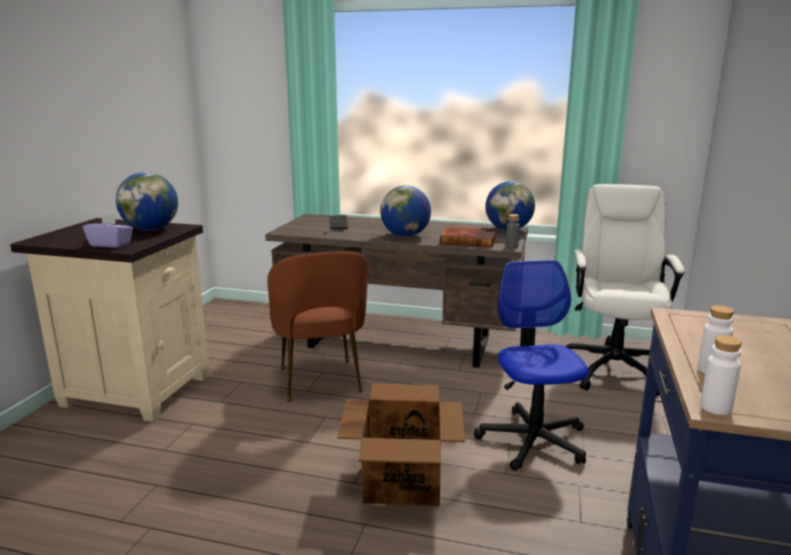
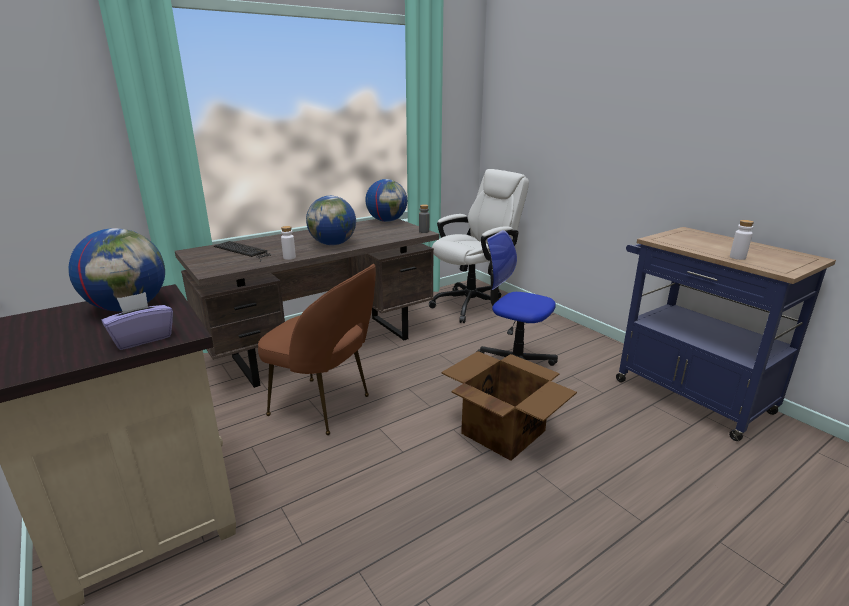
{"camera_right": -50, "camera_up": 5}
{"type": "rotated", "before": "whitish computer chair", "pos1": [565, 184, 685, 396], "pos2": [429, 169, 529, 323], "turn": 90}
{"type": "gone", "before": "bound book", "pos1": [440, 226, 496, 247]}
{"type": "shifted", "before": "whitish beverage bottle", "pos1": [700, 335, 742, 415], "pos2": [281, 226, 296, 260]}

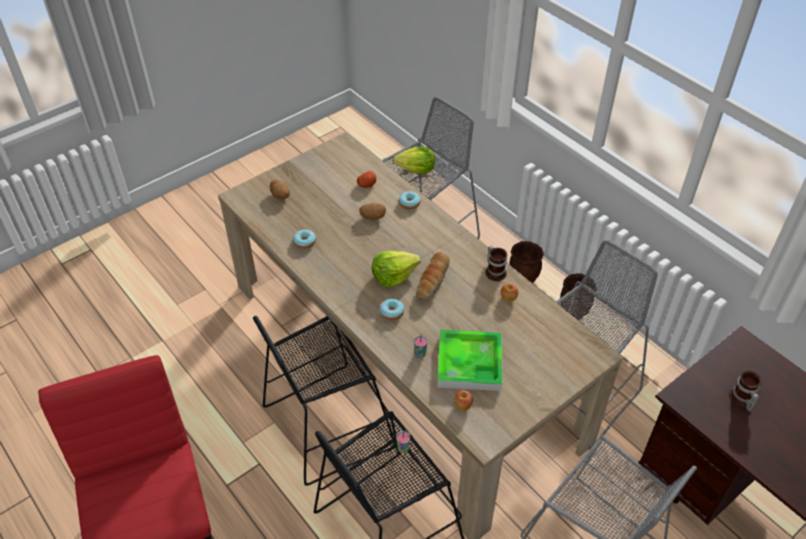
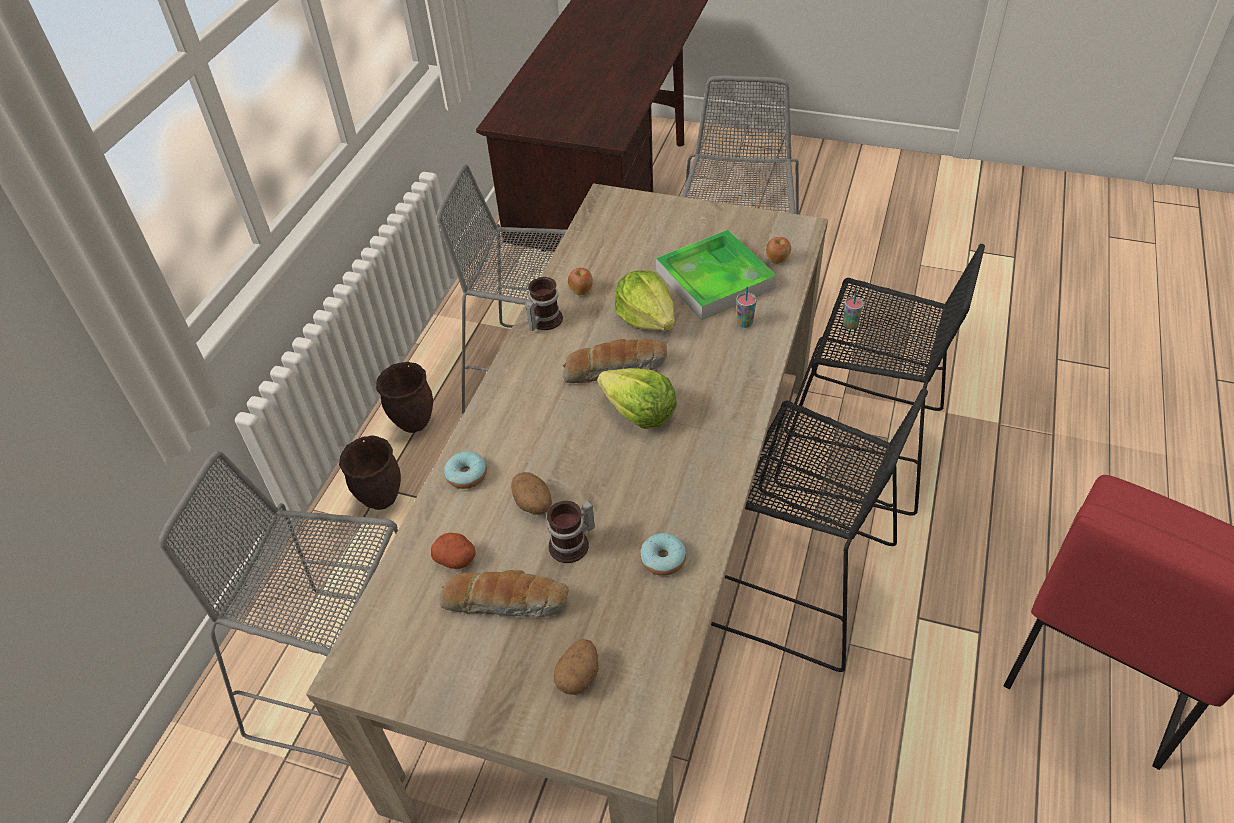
{"camera_right": -120, "camera_up": 0}
{"type": "shifted", "before": "lettuce", "pos1": [393, 146, 435, 174], "pos2": [615, 270, 675, 331]}
{"type": "gone", "before": "donut", "pos1": [380, 298, 404, 320]}
{"type": "shifted", "before": "coffee mug", "pos1": [729, 371, 762, 411], "pos2": [547, 501, 595, 563]}
{"type": "new", "after": "bakery bread", "pos2": [439, 570, 569, 617]}

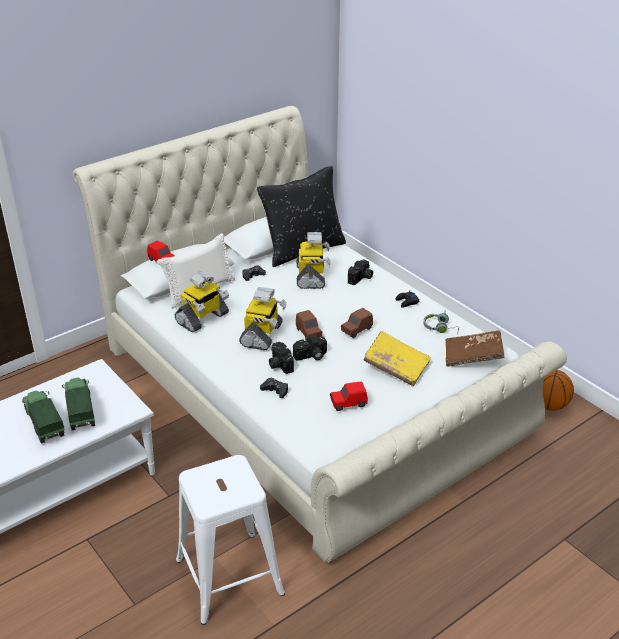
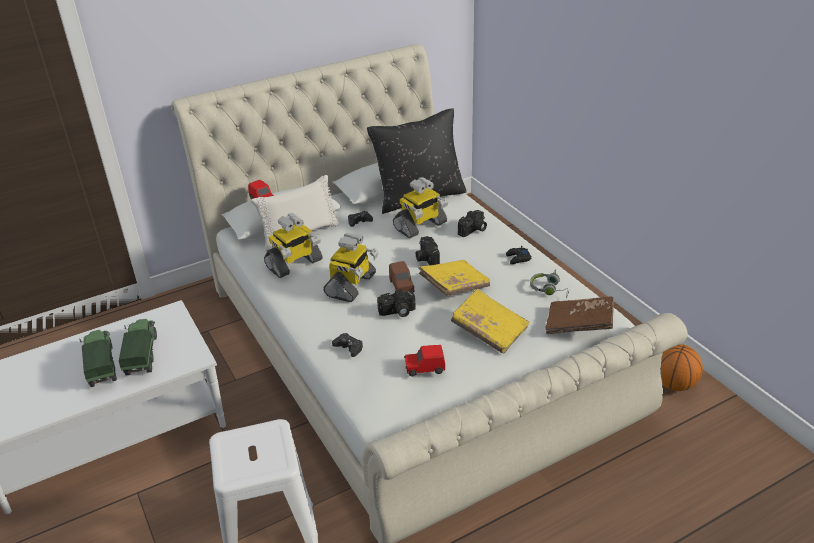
{"camera_right": 10, "camera_up": 0}
{"type": "rotated", "before": "robot figure", "pos1": [297, 232, 331, 289], "pos2": [393, 177, 448, 238], "turn": 45}
{"type": "swapped", "before": "brownish toy car", "after": "yellowish bound book", "pos1": [341, 308, 373, 338], "pos2": [419, 260, 490, 296]}
{"type": "shifted", "before": "photo camera", "pos1": [269, 342, 294, 374], "pos2": [416, 236, 440, 265]}

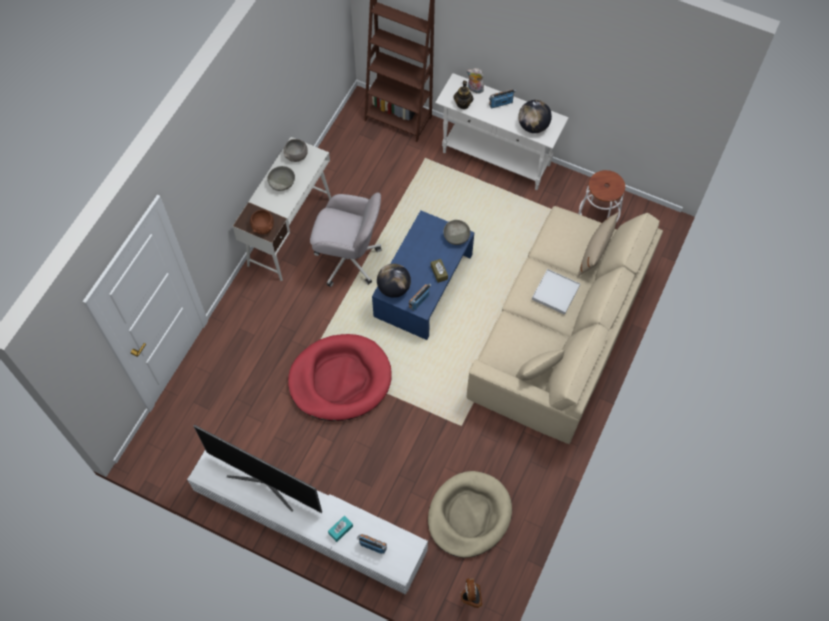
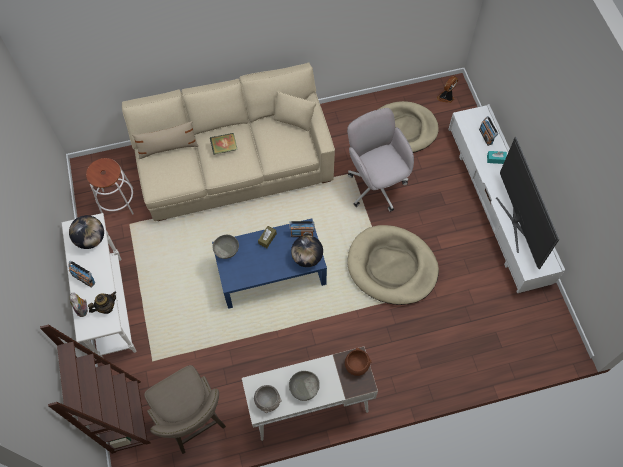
{"camera_right": -130, "camera_up": 0}
{"type": "shifted", "before": "grey computer chair", "pos1": [310, 192, 382, 287], "pos2": [347, 108, 414, 212]}
{"type": "swapped", "before": "whitish carrying tray", "after": "bound book", "pos1": [532, 269, 580, 315], "pos2": [210, 133, 237, 155]}
{"type": "repainted", "before": "reddish pet bed", "after": "beige-coloured pet bed", "pos1": [288, 334, 392, 421], "pos2": [347, 225, 439, 305]}
{"type": "new", "after": "beige-coloured stool seat", "pos2": [144, 365, 226, 454]}

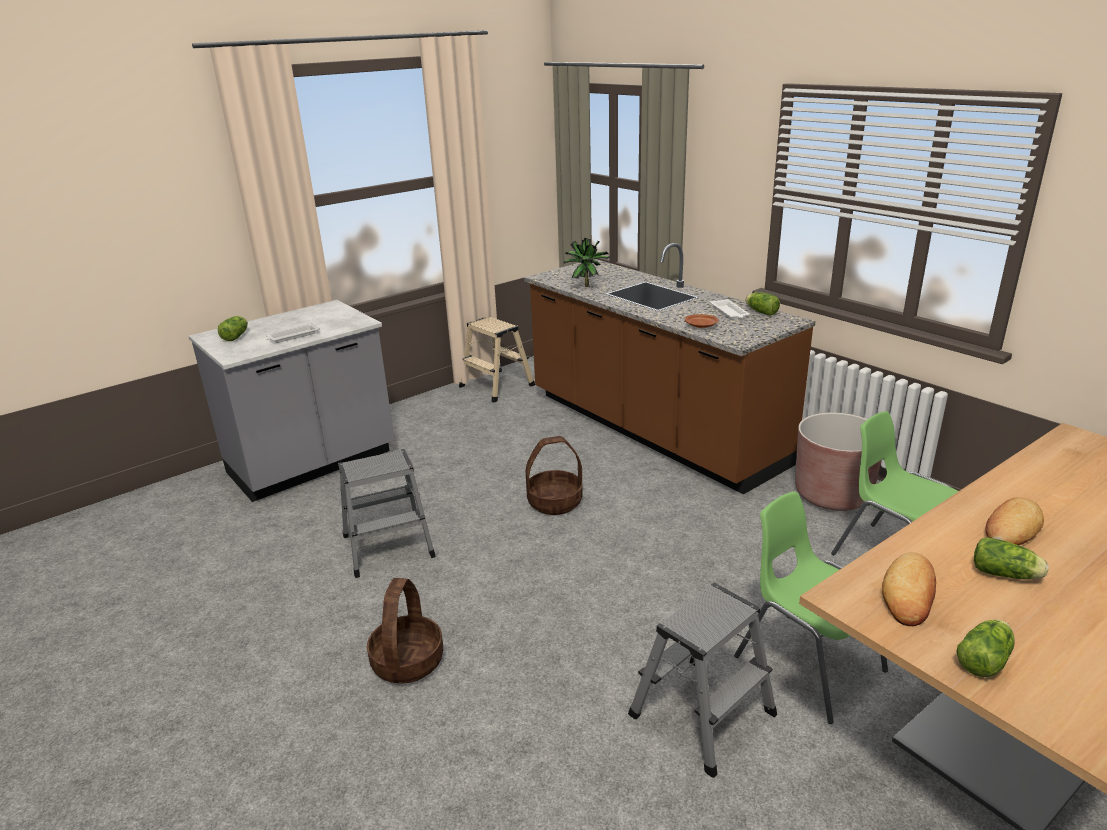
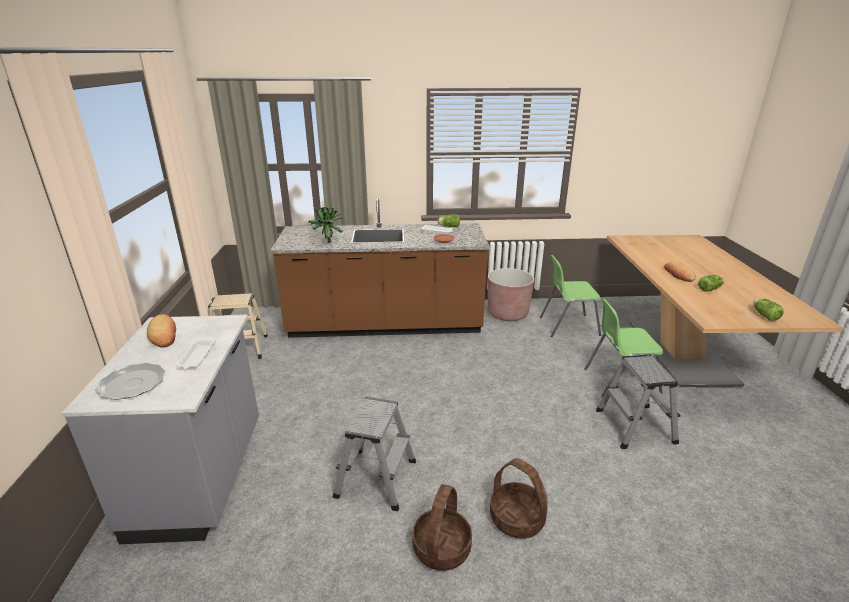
{"camera_right": -55, "camera_up": 0}
{"type": "swapped", "before": "lettuce", "after": "flat dish", "pos1": [218, 316, 248, 341], "pos2": [95, 363, 166, 400]}
{"type": "shifted", "before": "storage basket", "pos1": [525, 436, 582, 515], "pos2": [412, 484, 472, 571]}
{"type": "shifted", "before": "bakery bread", "pos1": [882, 552, 936, 626], "pos2": [147, 314, 176, 348]}

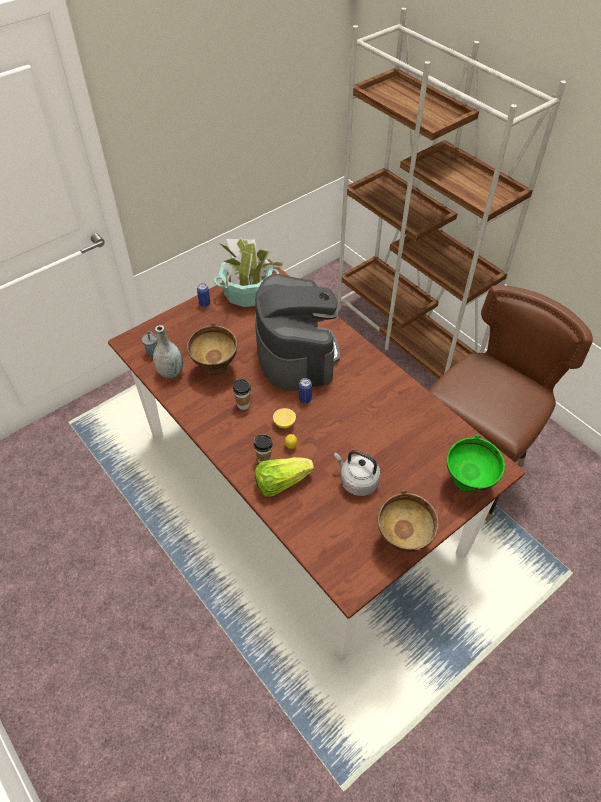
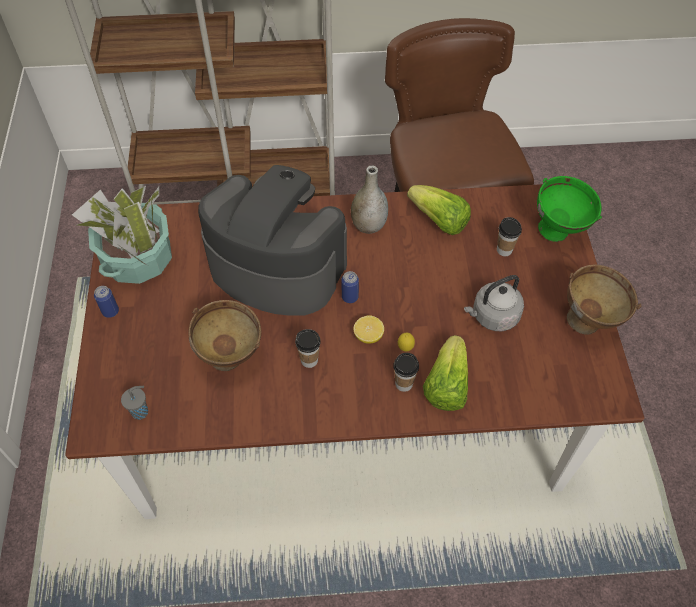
{"camera_right": -55, "camera_up": 5}
{"type": "shifted", "before": "grey decorative vase", "pos1": [153, 325, 183, 379], "pos2": [351, 166, 388, 234]}
{"type": "new", "after": "lettuce", "pos2": [407, 185, 471, 235]}
{"type": "new", "after": "cup", "pos2": [497, 217, 522, 256]}

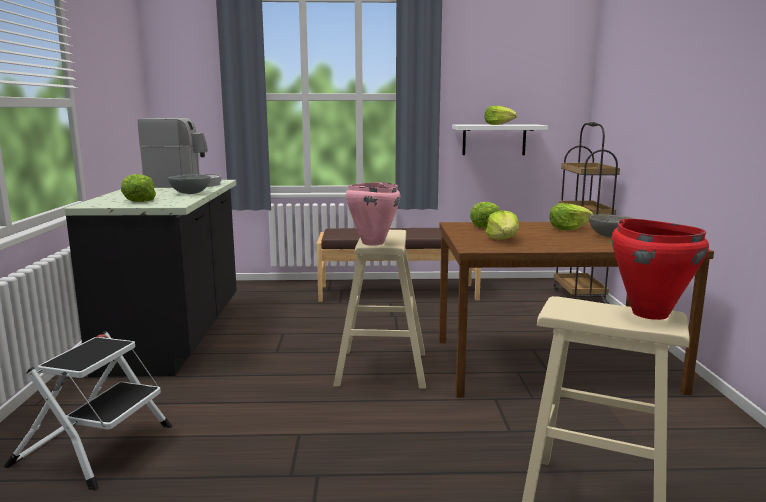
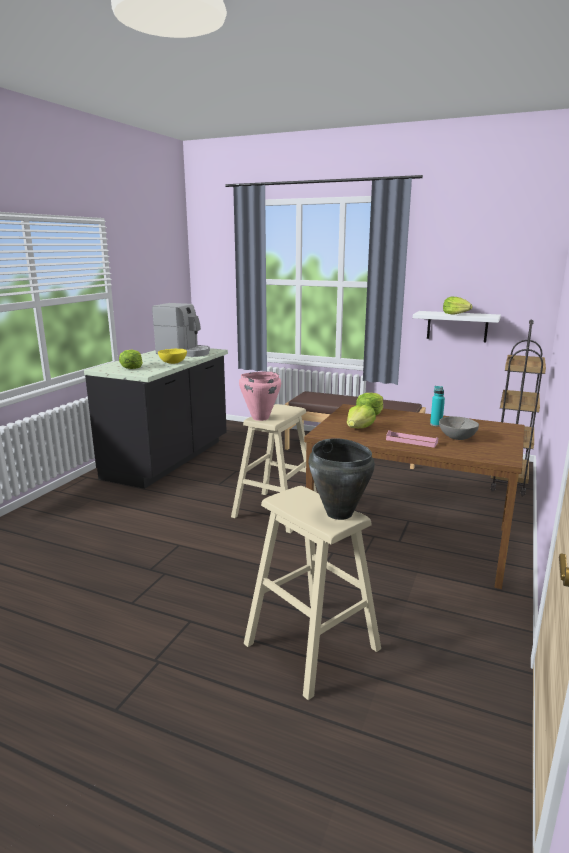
{"camera_right": 25, "camera_up": 5}
{"type": "repainted", "before": "grey bowl", "after": "yellowish bowl", "pos1": [168, 174, 210, 194], "pos2": [158, 349, 187, 364]}
{"type": "swapped", "before": "lettuce", "after": "turquoise beverage bottle", "pos1": [549, 203, 593, 230], "pos2": [430, 386, 445, 426]}
{"type": "repainted", "before": "reddish saucepot", "after": "black saucepot", "pos1": [612, 219, 709, 320], "pos2": [309, 438, 375, 520]}
{"type": "gone", "before": "stepladder", "pos1": [4, 331, 172, 491]}
{"type": "new", "after": "pink-coloured carrying tray", "pos2": [386, 430, 438, 448]}

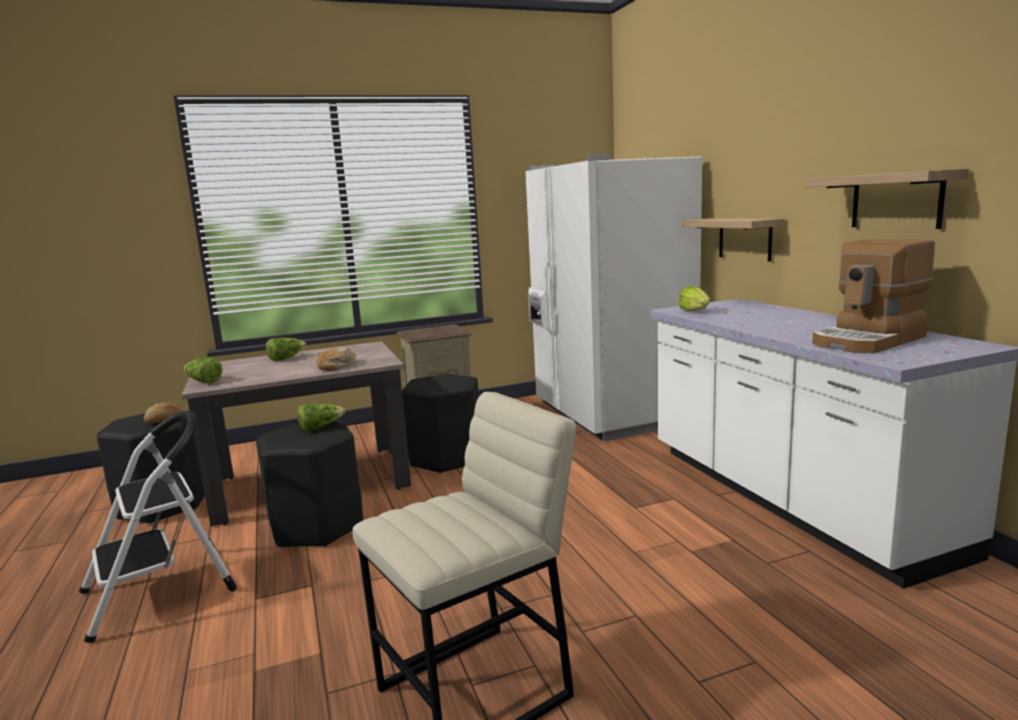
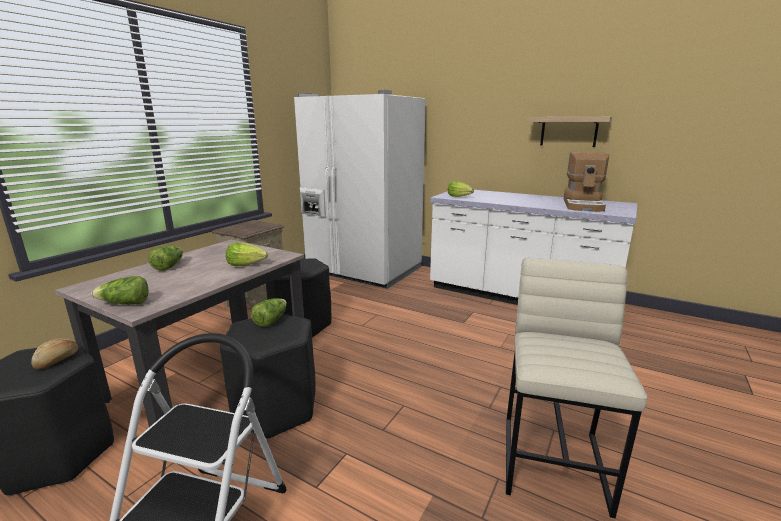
{"camera_right": -40, "camera_up": 5}
{"type": "gone", "before": "bracket shelf", "pos1": [682, 218, 785, 262]}
{"type": "swapped", "before": "bakery bread", "after": "lettuce", "pos1": [317, 347, 356, 371], "pos2": [226, 243, 268, 266]}

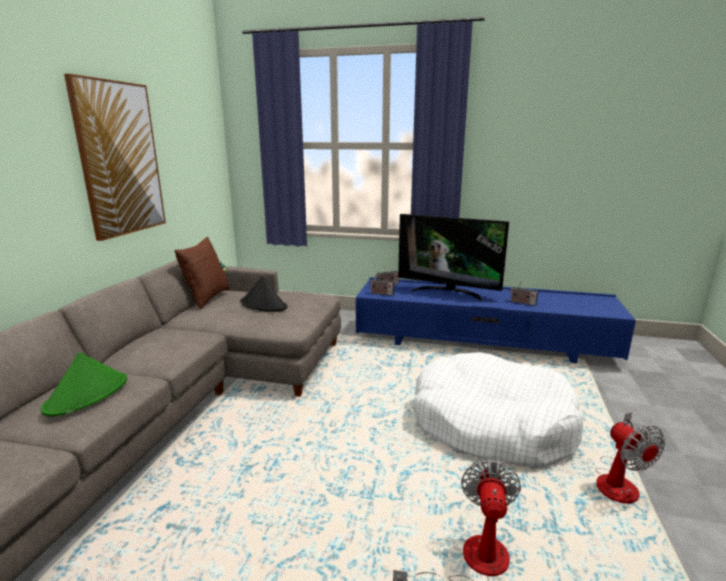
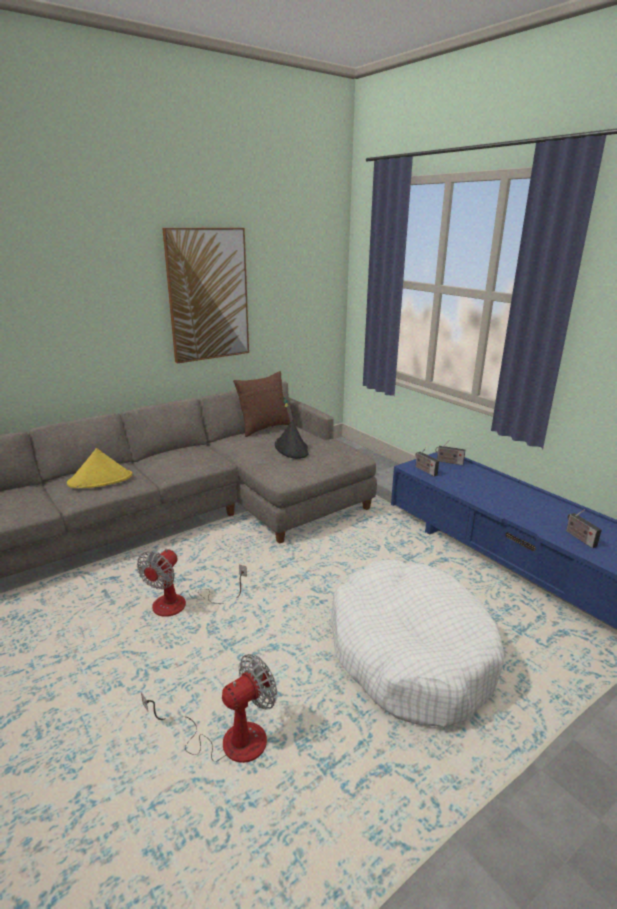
{"camera_right": 40, "camera_up": 5}
{"type": "gone", "before": "TV", "pos1": [398, 214, 509, 301]}
{"type": "repainted", "before": "green wearable hat", "after": "yellowish wearable hat", "pos1": [41, 352, 127, 417], "pos2": [67, 448, 132, 488]}
{"type": "shifted", "before": "cooling fan", "pos1": [595, 412, 665, 503], "pos2": [137, 549, 247, 617]}

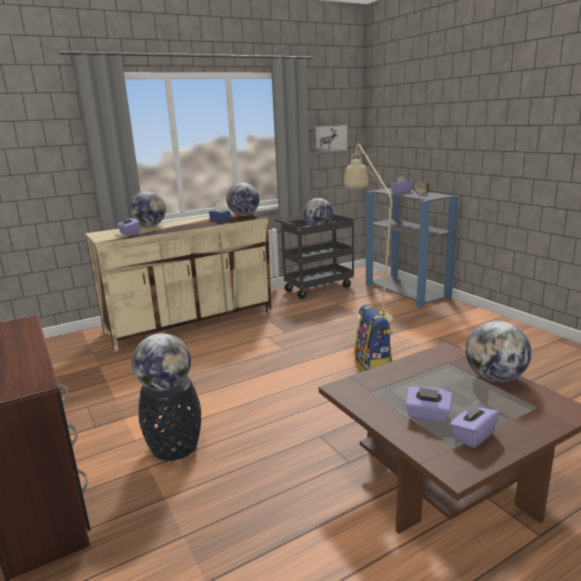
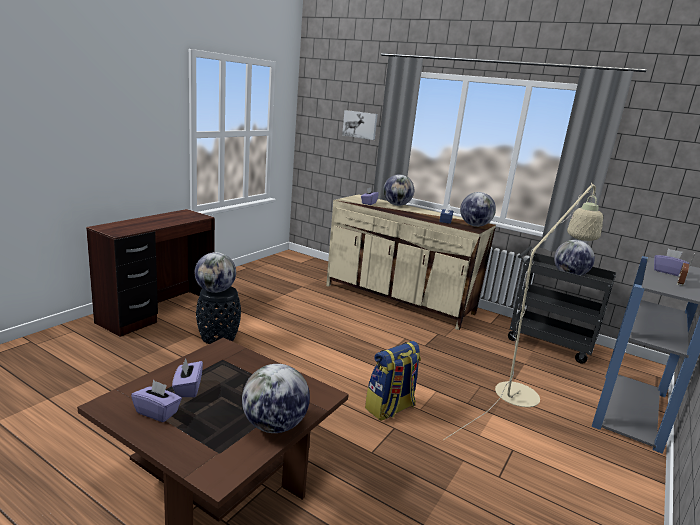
{"camera_right": 60, "camera_up": 0}
{"type": "shifted", "before": "wall picture", "pos1": [315, 125, 347, 153], "pos2": [342, 110, 378, 140]}

